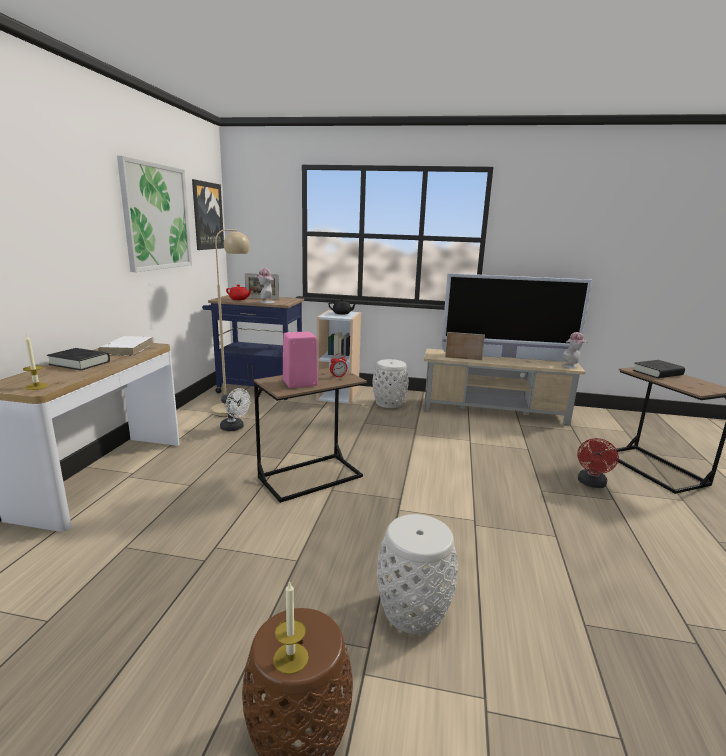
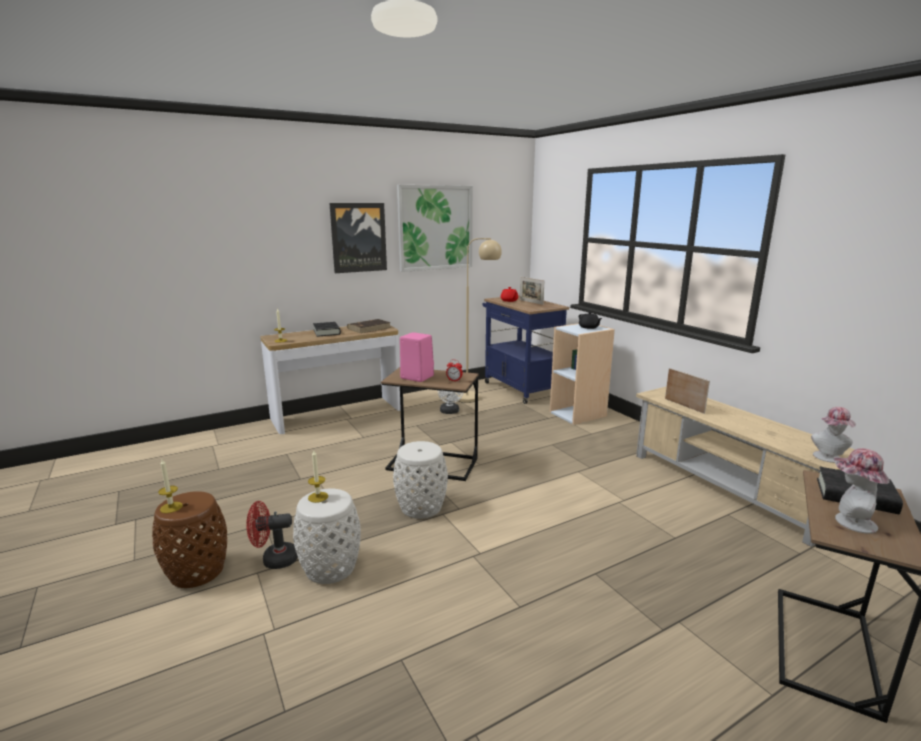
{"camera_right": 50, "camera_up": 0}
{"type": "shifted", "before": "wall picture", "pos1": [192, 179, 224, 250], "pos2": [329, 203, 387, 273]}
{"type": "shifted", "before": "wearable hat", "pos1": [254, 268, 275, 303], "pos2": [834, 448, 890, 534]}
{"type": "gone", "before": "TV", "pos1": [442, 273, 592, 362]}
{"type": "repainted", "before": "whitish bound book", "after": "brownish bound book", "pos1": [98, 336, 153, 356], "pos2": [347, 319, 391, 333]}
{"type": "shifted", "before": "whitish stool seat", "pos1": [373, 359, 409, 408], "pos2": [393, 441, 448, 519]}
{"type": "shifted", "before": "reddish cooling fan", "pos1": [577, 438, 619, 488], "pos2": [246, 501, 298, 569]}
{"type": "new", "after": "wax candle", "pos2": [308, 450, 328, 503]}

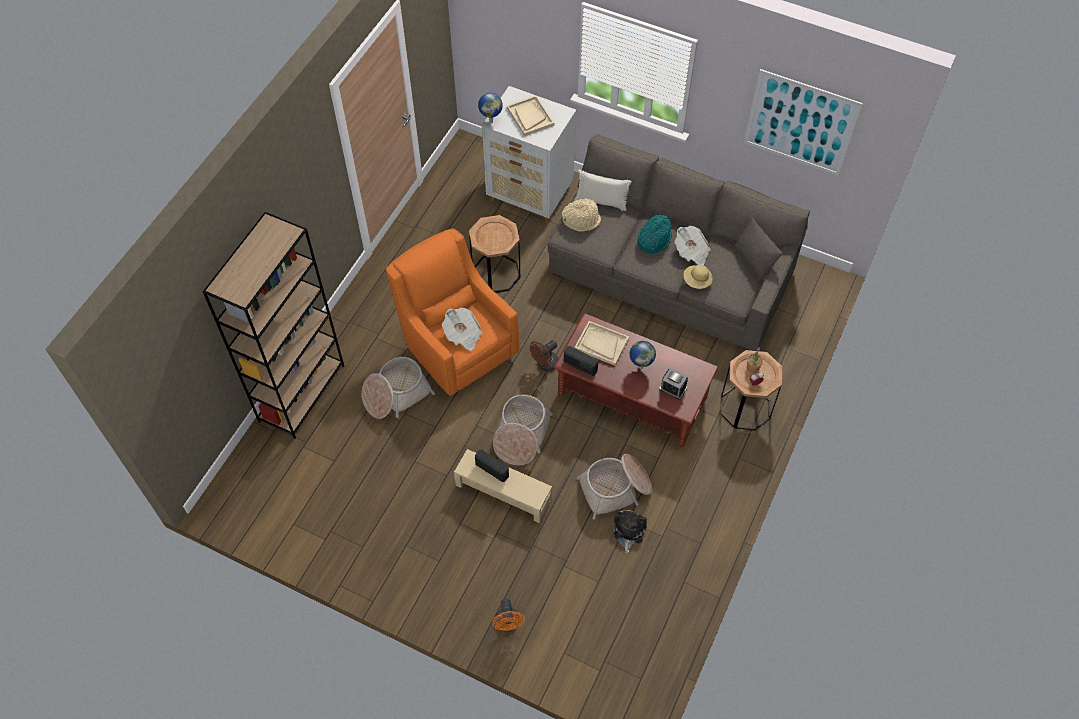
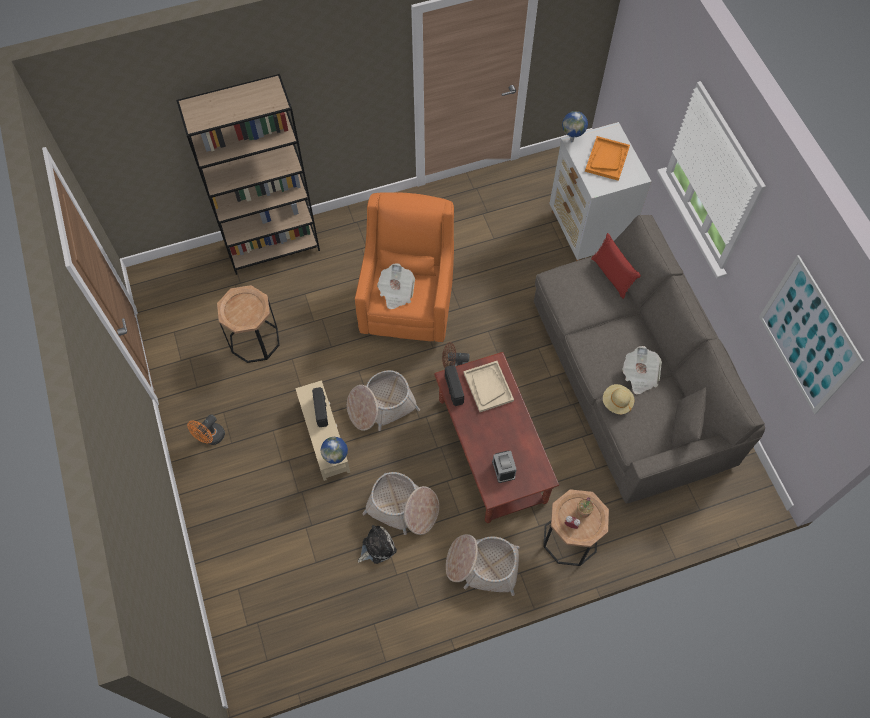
{"camera_right": 45, "camera_up": 5}
{"type": "repainted", "before": "beige-coloured carrying tray", "after": "orangey carrying tray", "pos1": [507, 95, 554, 136], "pos2": [585, 136, 630, 181]}
{"type": "repainted", "before": "whitish pillow", "after": "reddish pillow", "pos1": [574, 170, 632, 211], "pos2": [591, 233, 641, 299]}
{"type": "gone", "before": "beige-coloured wearable hat", "pos1": [562, 198, 601, 232]}
{"type": "shifted", "before": "brownish accent table", "pos1": [469, 215, 520, 293], "pos2": [217, 285, 280, 363]}
{"type": "gone", "before": "turquoise wearable hat", "pos1": [637, 215, 672, 253]}
{"type": "shifted", "before": "world globe", "pos1": [630, 341, 656, 369], "pos2": [321, 437, 348, 464]}
{"type": "shifted", "before": "storage basket", "pos1": [362, 357, 435, 419], "pos2": [446, 534, 520, 596]}
{"type": "shifted", "before": "orangey cooling fan", "pos1": [492, 598, 525, 632], "pos2": [187, 414, 225, 445]}

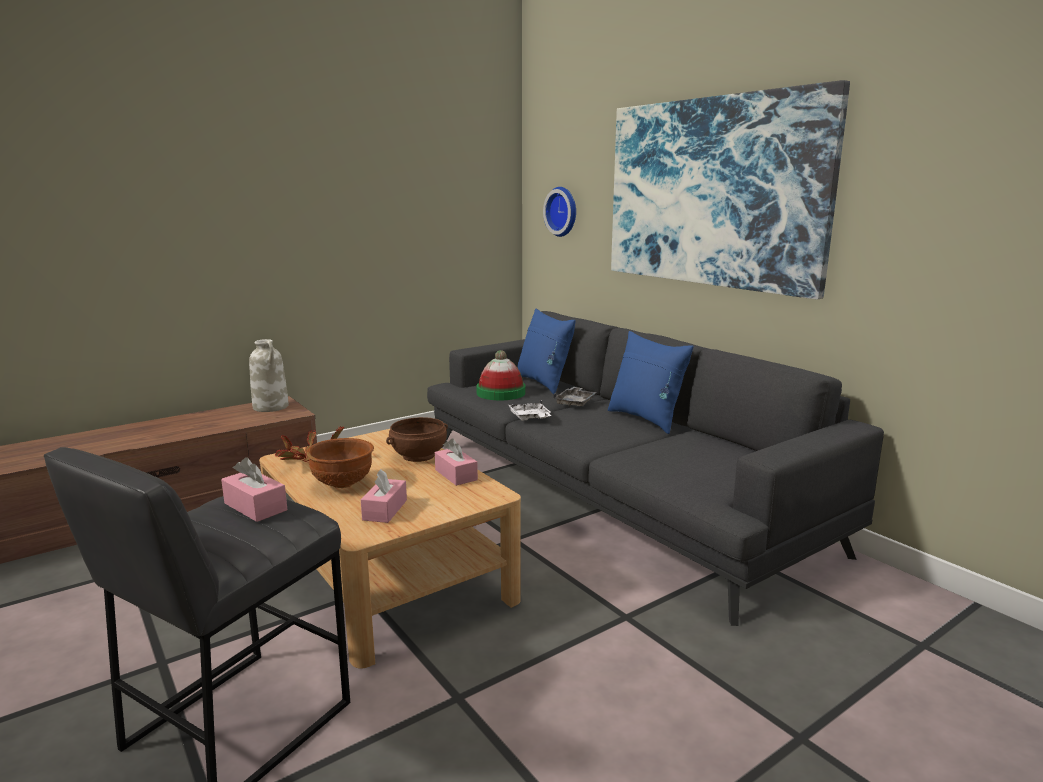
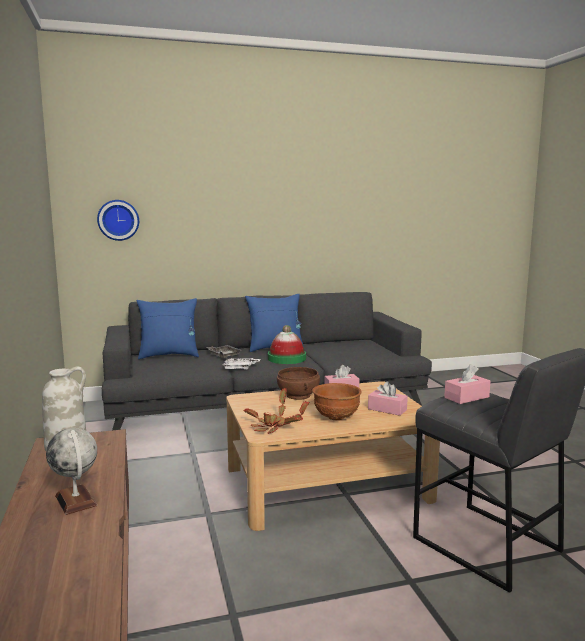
{"camera_right": -70, "camera_up": -5}
{"type": "gone", "before": "wall picture", "pos1": [611, 80, 850, 300]}
{"type": "shifted", "before": "wearable hat", "pos1": [476, 350, 526, 400], "pos2": [268, 325, 306, 364]}
{"type": "new", "after": "world globe", "pos2": [46, 428, 97, 515]}

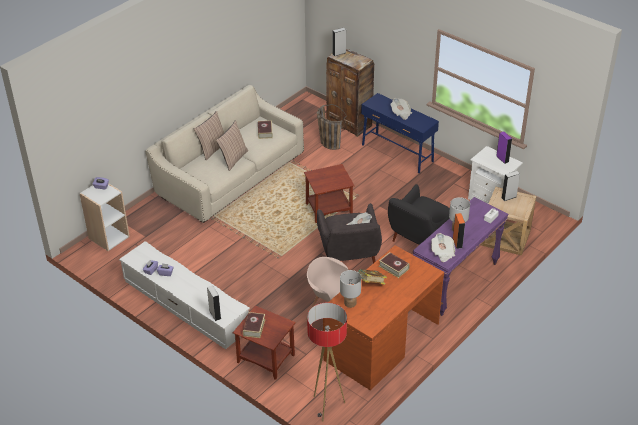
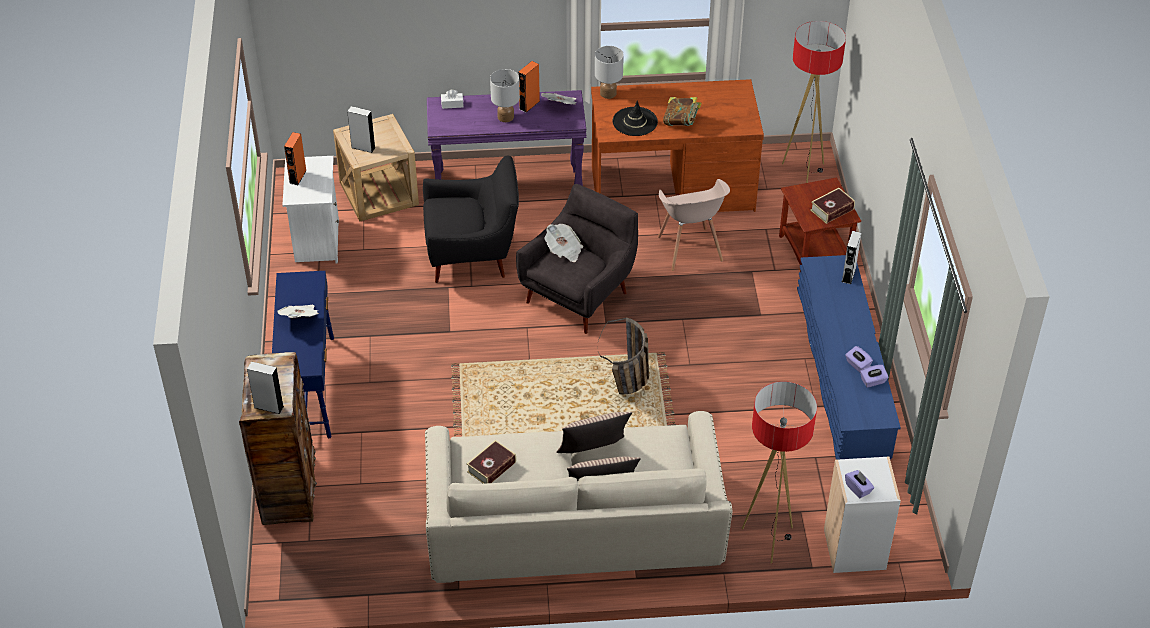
{"camera_right": -135, "camera_up": 5}
{"type": "shifted", "before": "storage basket", "pos1": [317, 104, 347, 150], "pos2": [598, 318, 649, 394]}
{"type": "repainted", "before": "purplish audio speaker", "after": "orangey audio speaker", "pos1": [496, 131, 512, 164], "pos2": [284, 132, 307, 185]}
{"type": "gone", "before": "brownish accent table", "pos1": [304, 164, 354, 223]}
{"type": "repainted", "before": "whitish media console", "after": "blue-coloured media console", "pos1": [119, 241, 250, 349], "pos2": [797, 255, 901, 460]}
{"type": "swapped", "before": "bound book", "after": "black wearable hat", "pos1": [379, 252, 409, 278], "pos2": [613, 100, 658, 136]}
{"type": "shifted", "before": "grey lamp for a table", "pos1": [340, 270, 361, 308], "pos2": [595, 46, 624, 99]}
{"type": "new", "after": "standing lamp", "pos2": [742, 381, 817, 564]}

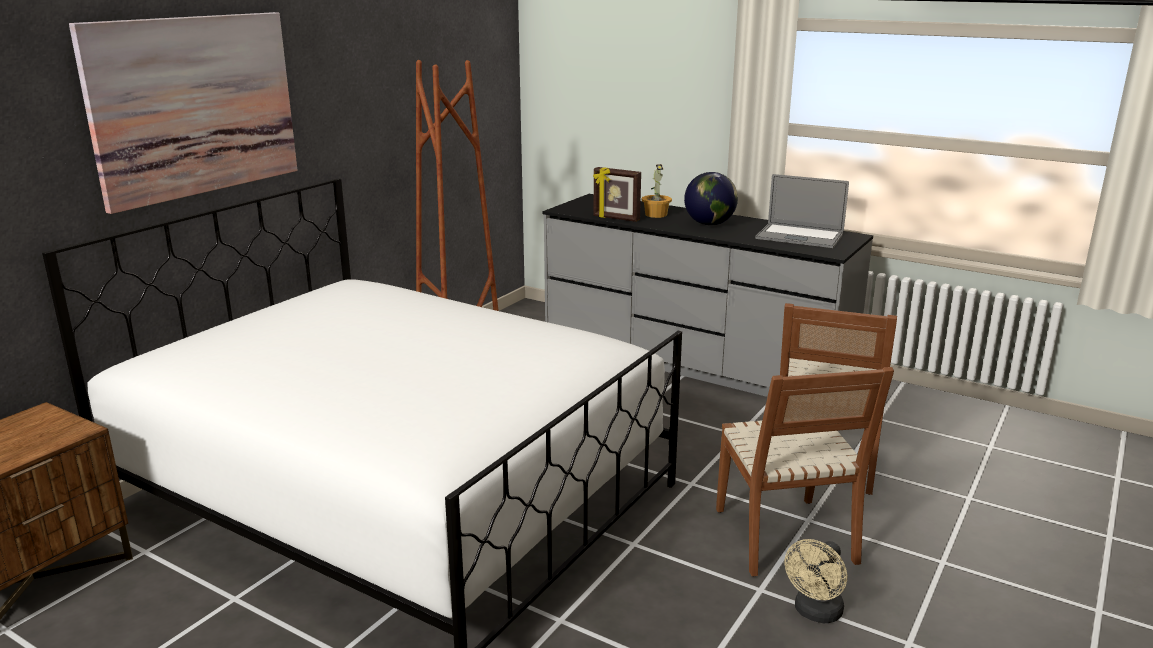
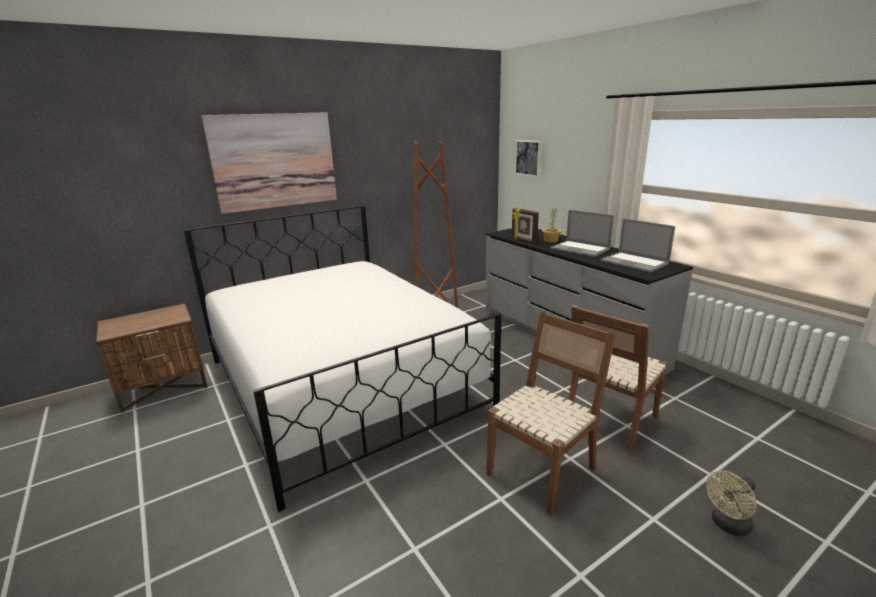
{"camera_right": 25, "camera_up": 0}
{"type": "swapped", "before": "world globe", "after": "laptop", "pos1": [684, 172, 738, 225], "pos2": [550, 210, 614, 257]}
{"type": "rotated", "before": "plain chair", "pos1": [716, 367, 894, 576], "pos2": [486, 312, 616, 515], "turn": -150}
{"type": "shifted", "before": "beige-coloured cooling fan", "pos1": [785, 539, 847, 623], "pos2": [706, 471, 757, 536]}
{"type": "new", "after": "wall picture", "pos2": [515, 140, 542, 177]}

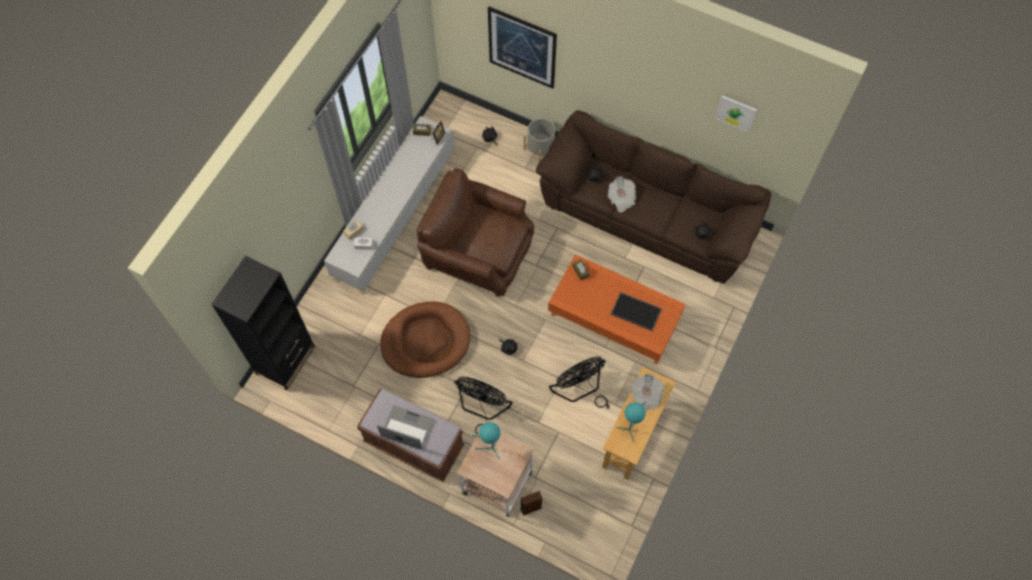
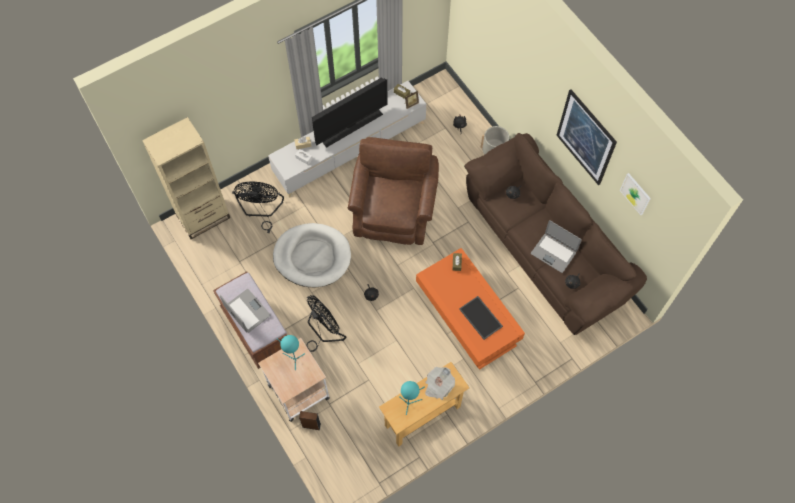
{"camera_right": 30, "camera_up": 0}
{"type": "shifted", "before": "wall picture", "pos1": [488, 6, 557, 89], "pos2": [557, 89, 617, 185]}
{"type": "rotated", "before": "brownish lounge chair", "pos1": [416, 168, 534, 297], "pos2": [348, 137, 439, 245], "turn": 45}
{"type": "gone", "before": "newspaper", "pos1": [608, 176, 636, 213]}
{"type": "repainted", "before": "black bookcase", "after": "beige-coloured bookcase", "pos1": [211, 256, 315, 390], "pos2": [142, 117, 230, 239]}
{"type": "repainted", "before": "brownish pet bed", "after": "whitish pet bed", "pos1": [380, 302, 470, 378], "pos2": [273, 223, 351, 287]}
{"type": "shifted", "before": "black cooling fan", "pos1": [549, 356, 610, 409], "pos2": [232, 182, 284, 234]}
{"type": "new", "after": "TV", "pos2": [312, 77, 388, 148]}
{"type": "new", "after": "laptop", "pos2": [531, 220, 582, 273]}

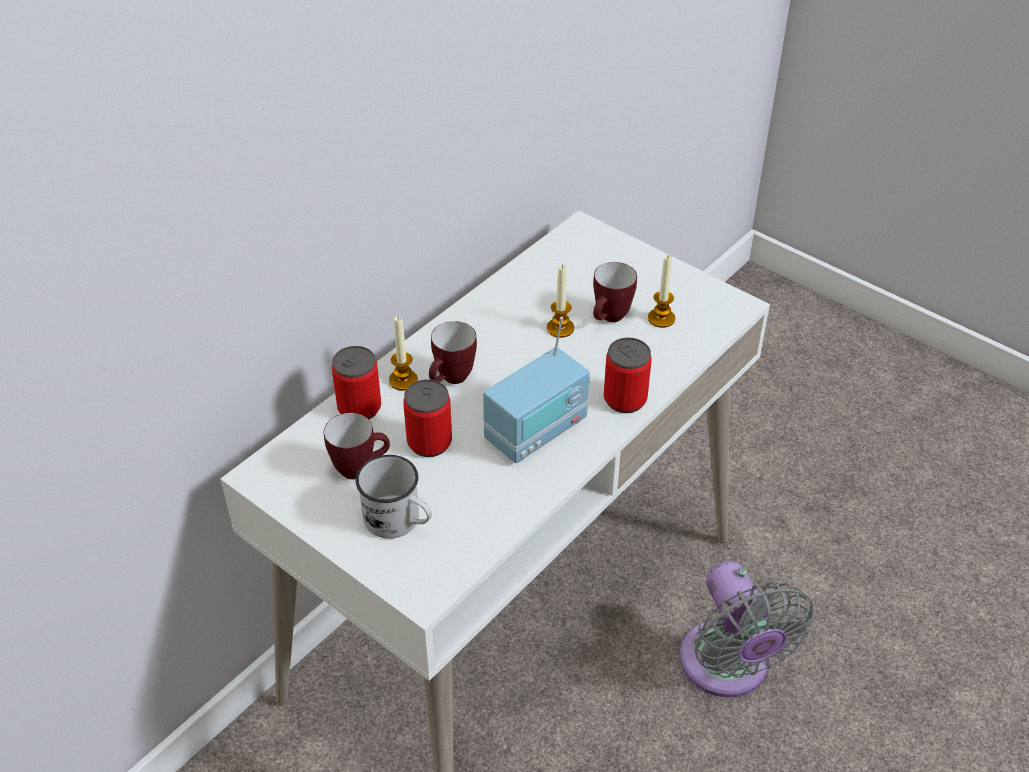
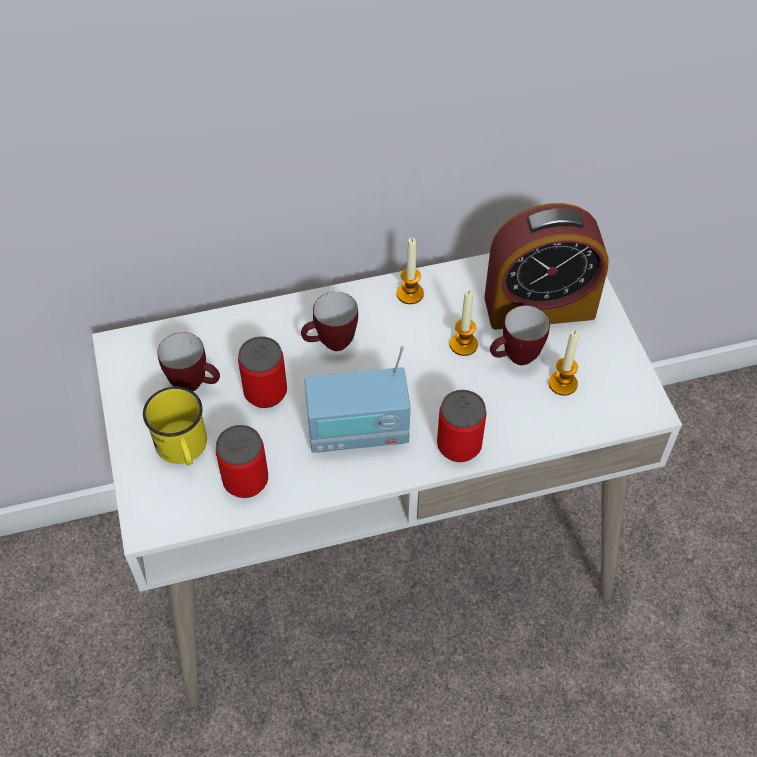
{"camera_right": 35, "camera_up": 10}
{"type": "shifted", "before": "wax candle", "pos1": [389, 316, 418, 391], "pos2": [397, 238, 424, 304]}
{"type": "shifted", "before": "metal can", "pos1": [332, 346, 381, 419], "pos2": [216, 425, 268, 498]}
{"type": "repainted", "before": "whitish coffee mug", "after": "yellowish coffee mug", "pos1": [356, 455, 432, 539], "pos2": [143, 387, 207, 465]}
{"type": "gone", "before": "grey cooling fan", "pos1": [680, 561, 815, 697]}
{"type": "new", "after": "alarm clock", "pos2": [484, 203, 609, 330]}

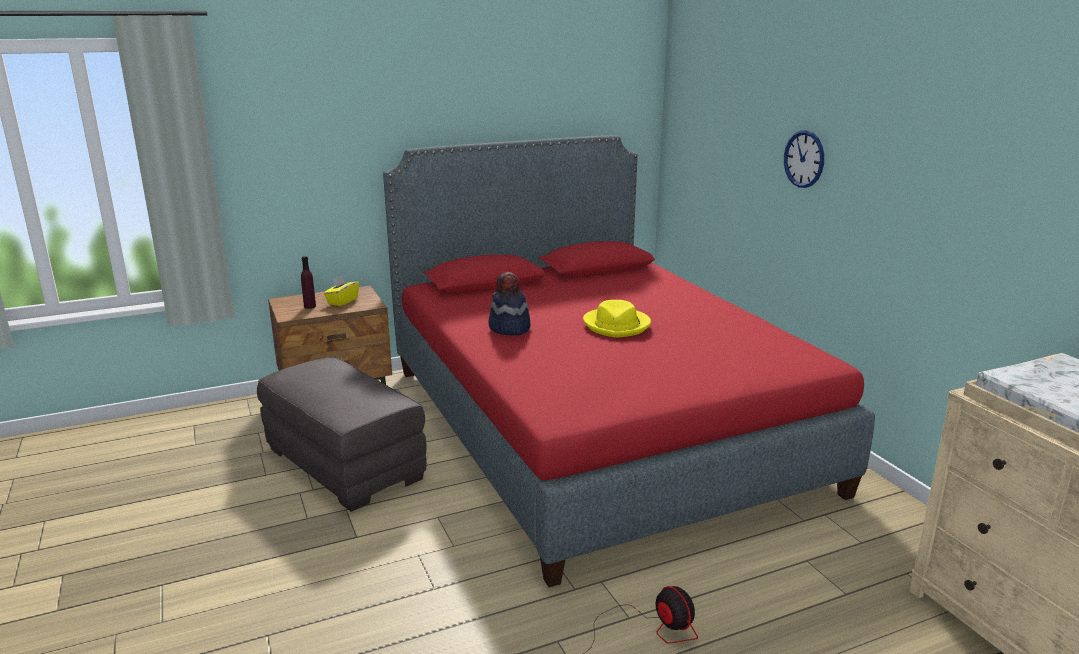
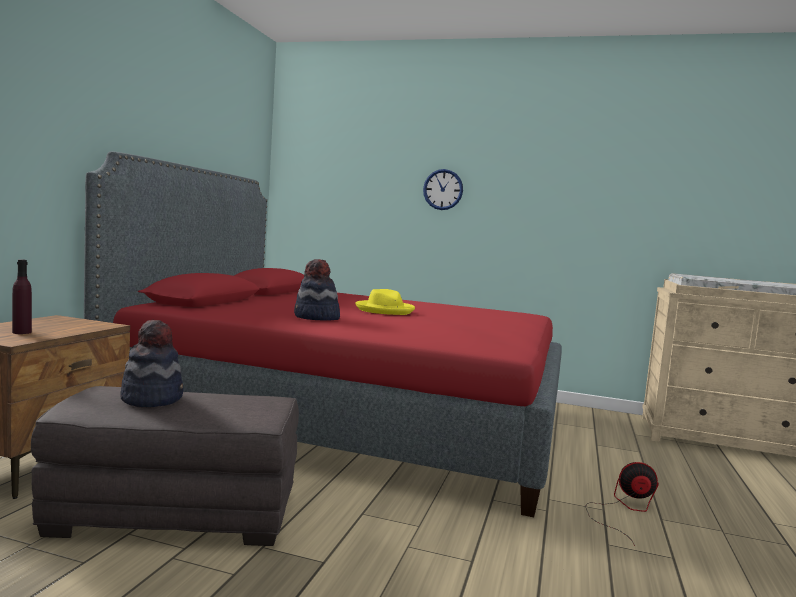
{"camera_right": -50, "camera_up": -15}
{"type": "gone", "before": "yellowish tissue box", "pos1": [324, 275, 359, 306]}
{"type": "new", "after": "wearable hat", "pos2": [121, 319, 183, 407]}

